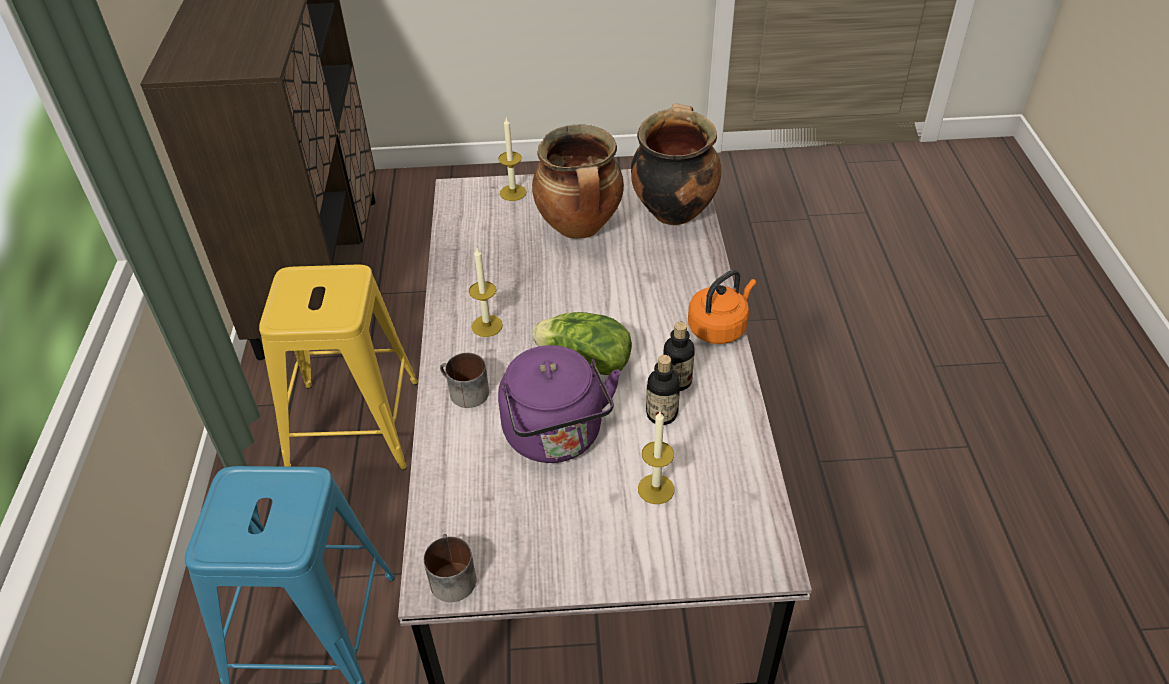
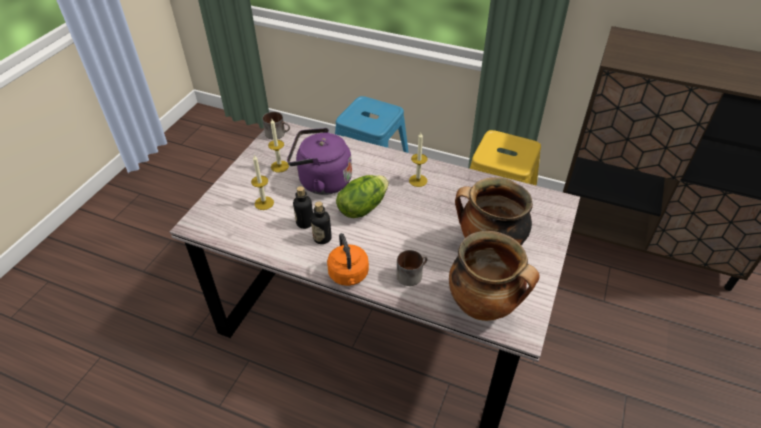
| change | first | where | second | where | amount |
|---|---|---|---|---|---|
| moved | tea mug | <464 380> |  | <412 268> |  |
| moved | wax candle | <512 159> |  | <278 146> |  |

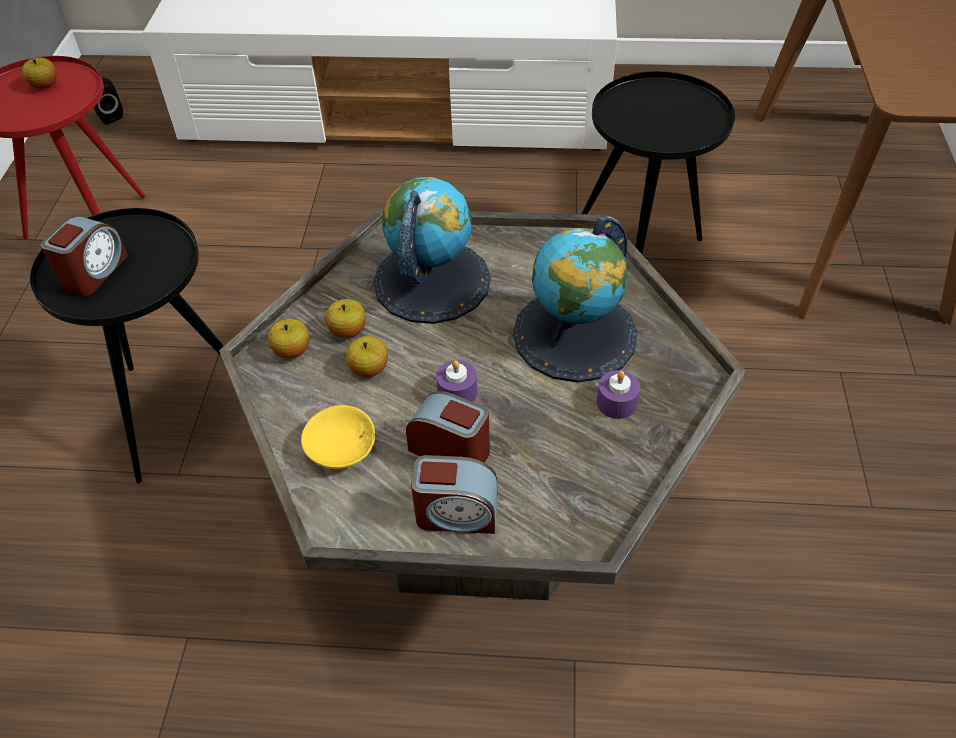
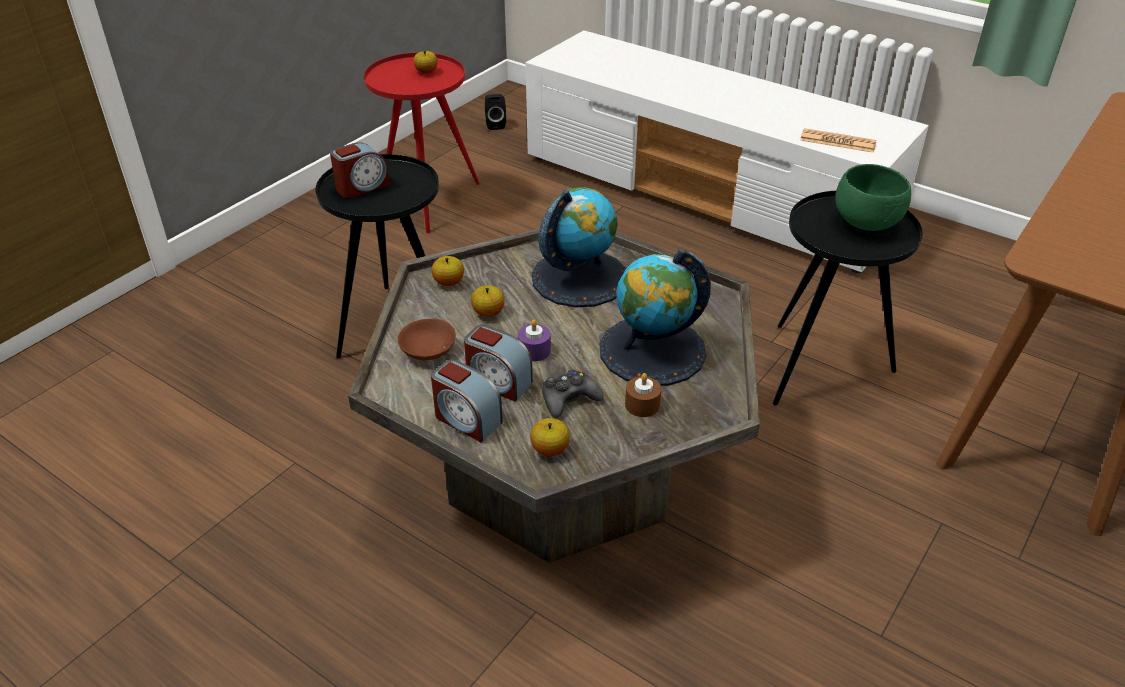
| change | first | where | second | where | amount |
|---|---|---|---|---|---|
| recoloured | serving bowl/yellow-coloured | <338 437> | serving bowl/brown | <427 339> |  |
| moved | apple fruit | <345 318> |  | <550 437> |  |
| turned | table clock | <448 427> |  | <498 363> | 150 degrees clockwise |
| recoloured | wax candle/purplish | <618 394> | wax candle/brown | <643 395> |  |
| added |  |  | joypad/black | <573 393> |  |
| added |  |  | newspaper | <838 140> |  |
| added |  |  | serving bowl/greenish | <873 197> |  |

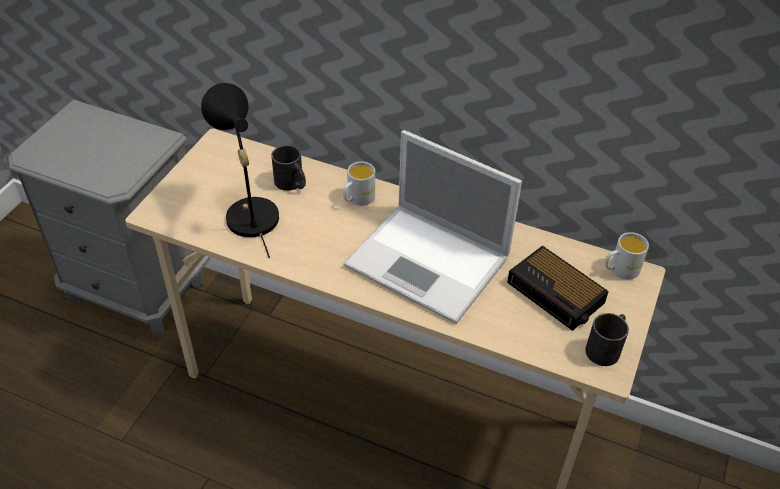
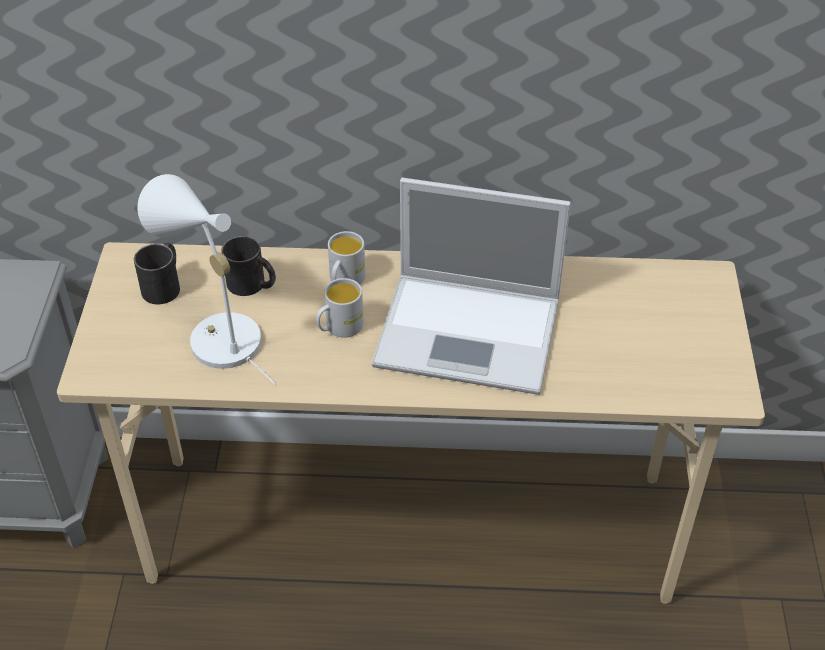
| change | first | where | second | where | amount |
|---|---|---|---|---|---|
| recoloured | lamp for a table/black | <240 170> | lamp for a table/whitish | <206 279> |  |
| removed | table clock | <558 288> |  |  |  |
| moved | tea mug/black | <607 339> |  | <157 274> |  |
| moved | tea mug/whitish | <627 255> |  | <340 308> |  |

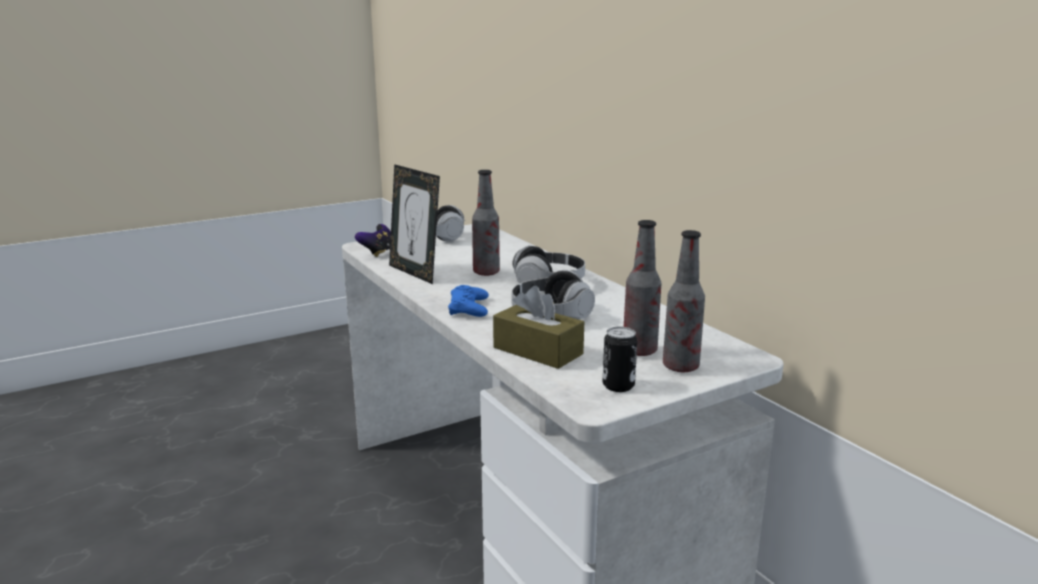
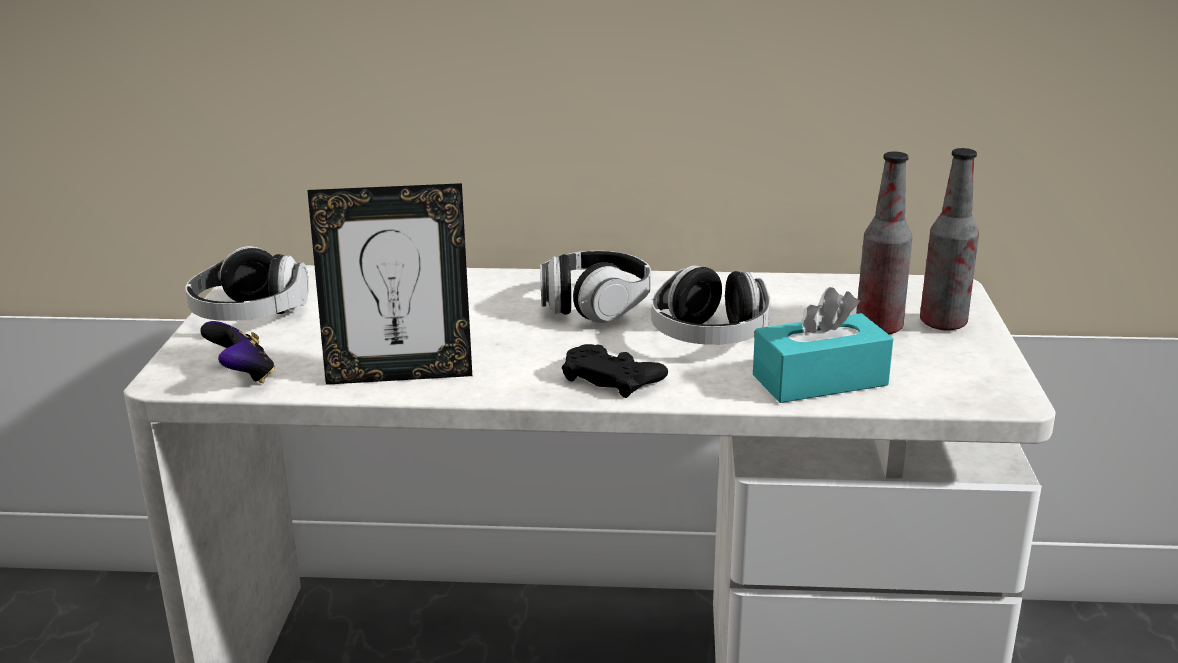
| change | first | where | second | where | amount |
|---|---|---|---|---|---|
| recoloured | joypad/blue-coloured | <468 301> | joypad/black | <615 371> |  |
| removed | bottle | <486 223> |  |  |  |
| recoloured | tissue holder/brown | <538 327> | tissue holder/turquoise | <823 345> |  |
| removed | can | <620 359> |  |  |  |

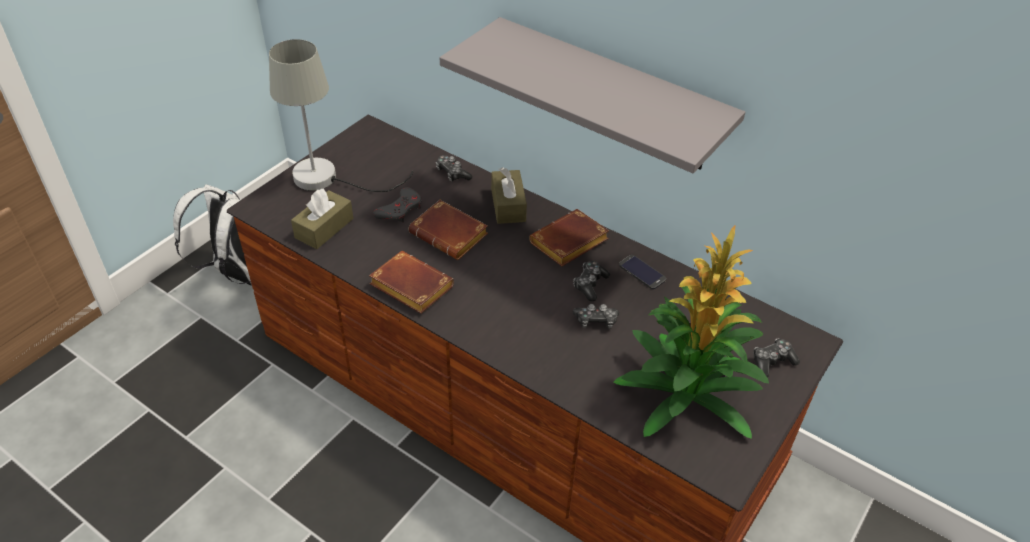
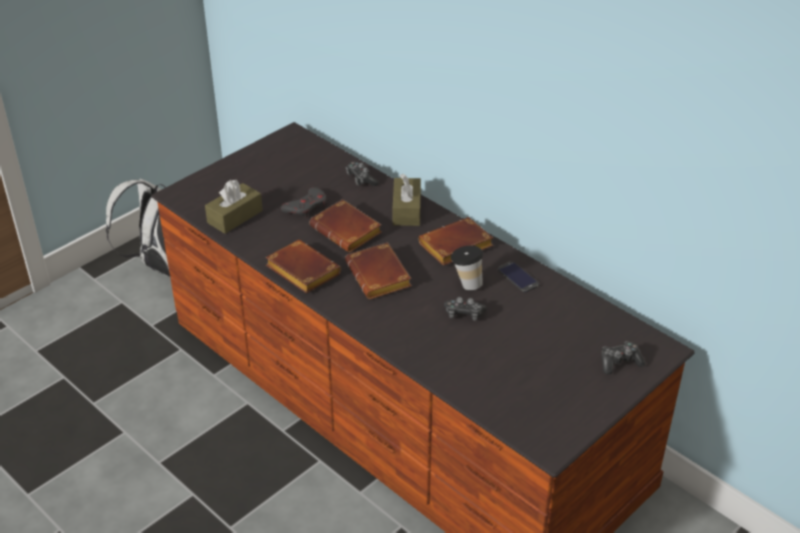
| change | first | where | second | where | amount |
|---|---|---|---|---|---|
| removed | lamp for a table/gray | <341 115> |  |  |  |
| removed | wall shelf/gray | <592 95> |  |  |  |
| replaced | joypad | <591 281> | small cup | <467 267> |  |
| removed | plant in a pot | <691 332> |  |  |  |
| added |  |  | bound book/brown | <378 270> |  |

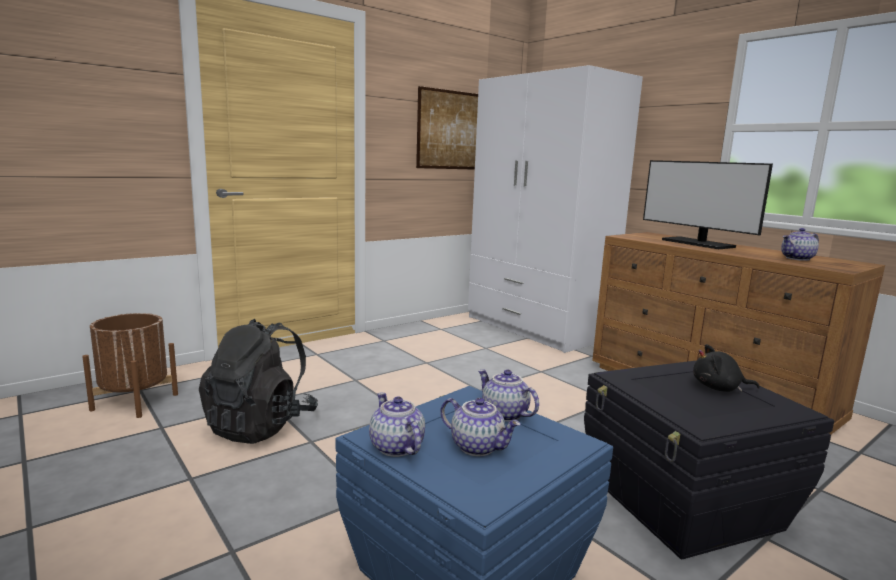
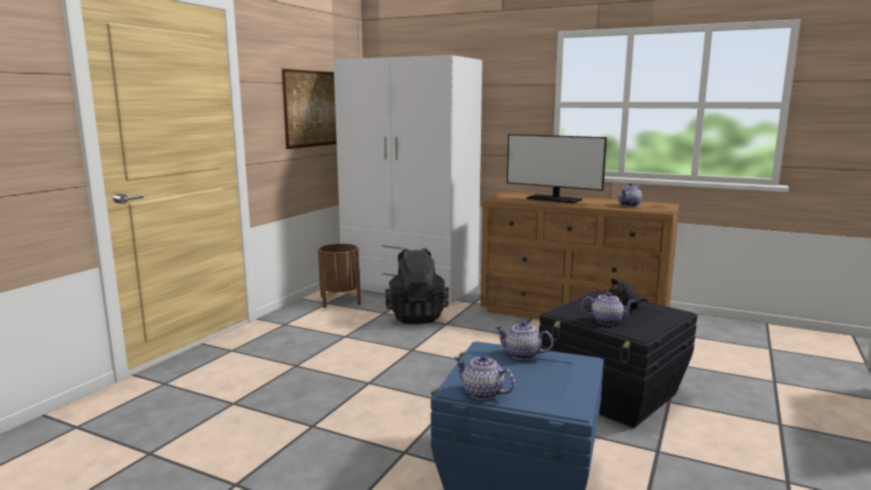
| change | first | where | second | where | amount |
|---|---|---|---|---|---|
| moved | plant pot/brown | <130 365> |  | <339 275> |  |
| moved | knapsack/black | <258 381> |  | <417 286> |  |
| moved | teapot | <480 427> |  | <608 308> |  |

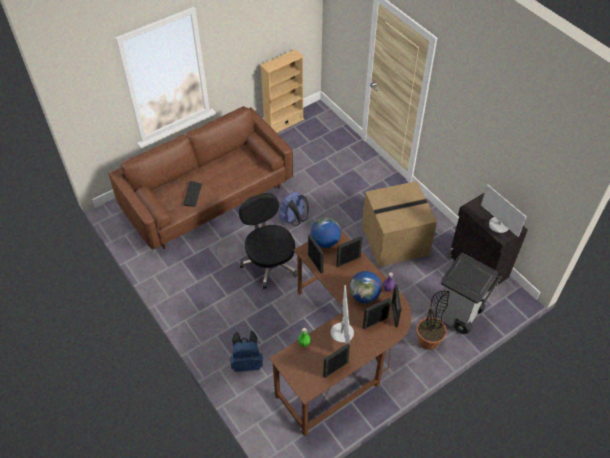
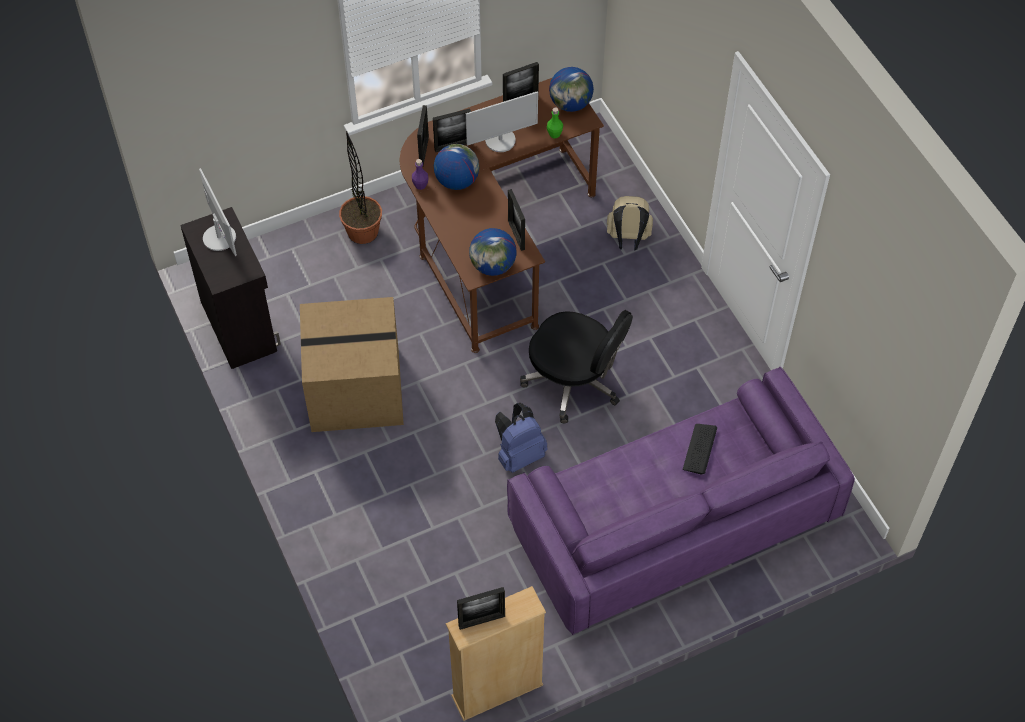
| change | first | where | second | where | amount |
|---|---|---|---|---|---|
| recoloured | settee/brown | <200 178> | settee/purplish | <681 501> |  |
| recoloured | knapsack/blue-coloured | <246 351> | knapsack/sand-coloured | <630 223> |  |
| turned | desk chair/black | <268 241> |  | <576 366> | 45 degrees counterclockwise |
| turned | monitor | <342 314> |  | <502 121> | 120 degrees counterclockwise |
| moved | standing frame | <349 251> |  | <481 608> |  |
| removed | waste bin/gray | <470 293> |  |  |  |
| added |  |  | desk globe | <571 89> |  |

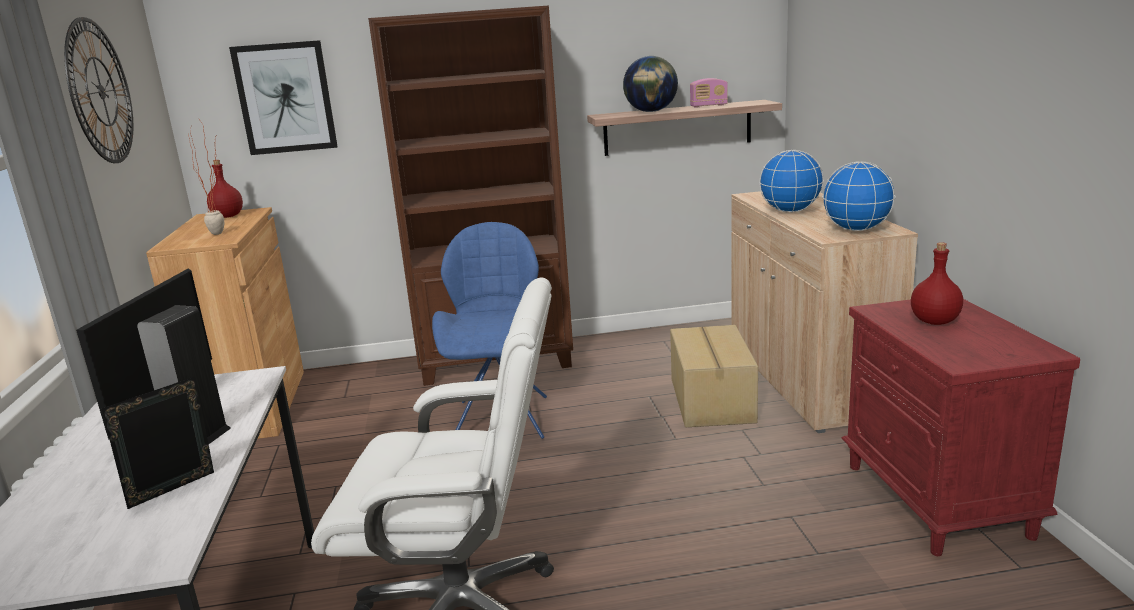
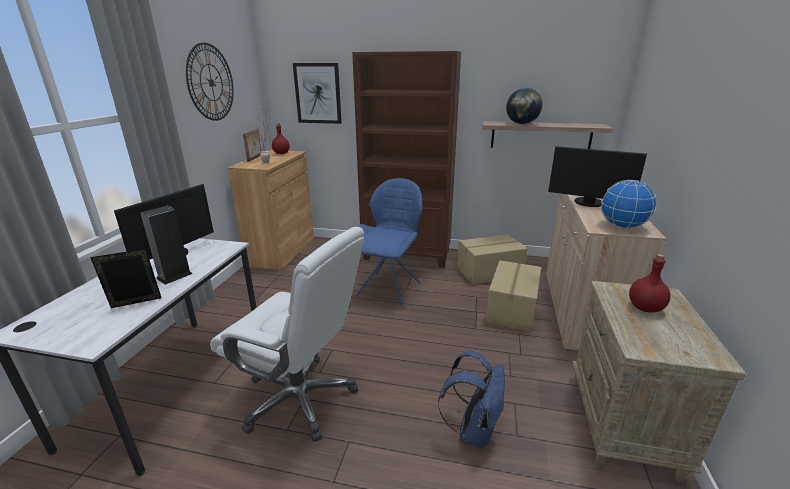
| change | first | where | second | where | amount |
|---|---|---|---|---|---|
| removed | radio | <709 93> |  |  |  |
| replaced | desk globe | <791 181> | monitor | <597 176> |  |
| recoloured | bedside table/reddish | <960 427> | bedside table/sand-coloured | <659 382> |  |
| added |  |  | standing frame | <252 145> |  |
| added |  |  | knapsack/blue-coloured | <471 399> |  |
| added |  |  | packing box | <492 259> |  |

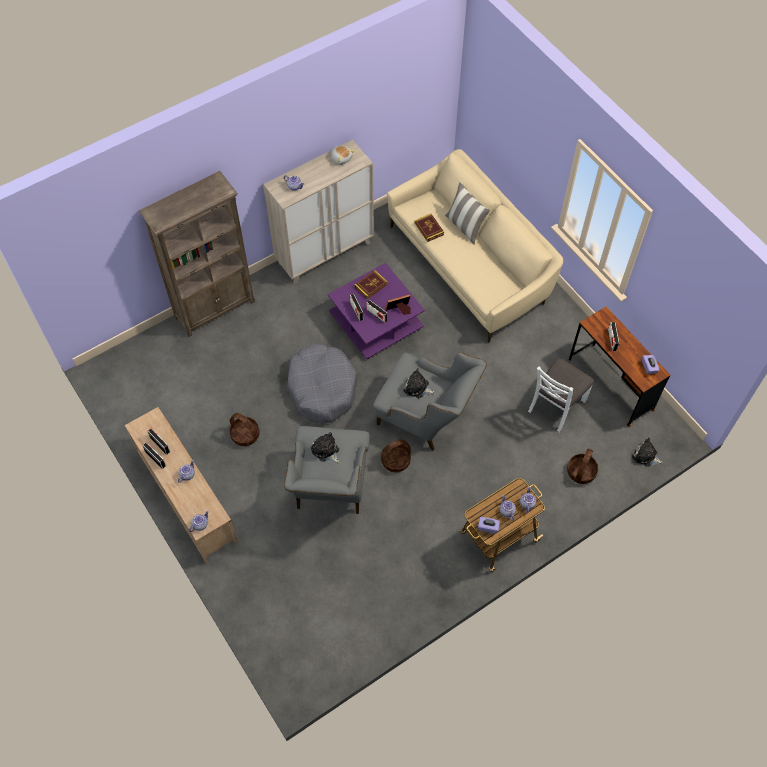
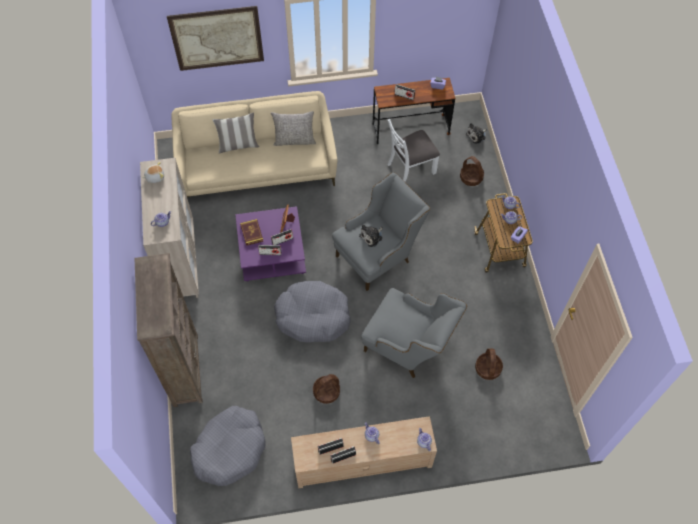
| change | first | where | second | where | amount |
|---|---|---|---|---|---|
| removed | soft toy | <325 447> |  |  |  |
| moved | household basket | <396 455> |  | <489 364> |  |
| removed | bound book | <429 228> |  |  |  |
| turned | chair/whitish | <561 395> |  | <413 150> | 90 degrees clockwise |
| added |  |  | picture | <215 38> |  |
| added |  |  | dog bed/gray | <228 446> |  |
| added |  |  | pillow/gray | <293 128> |  |

